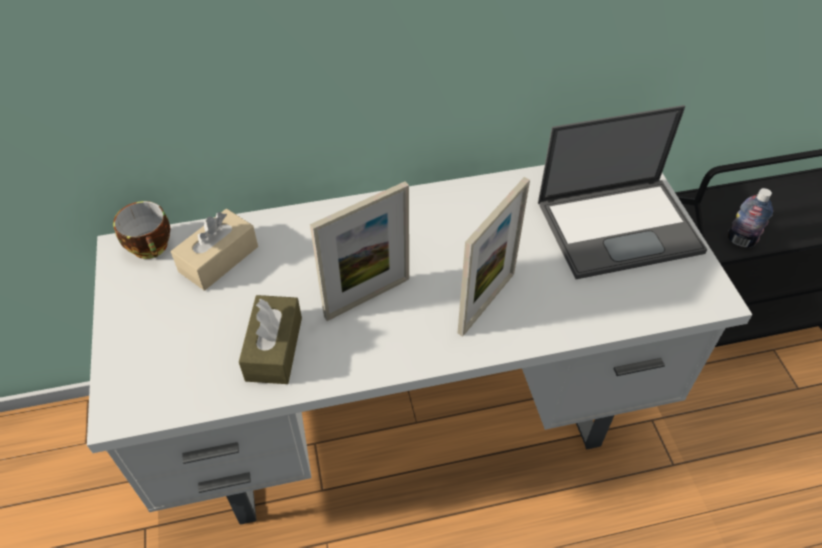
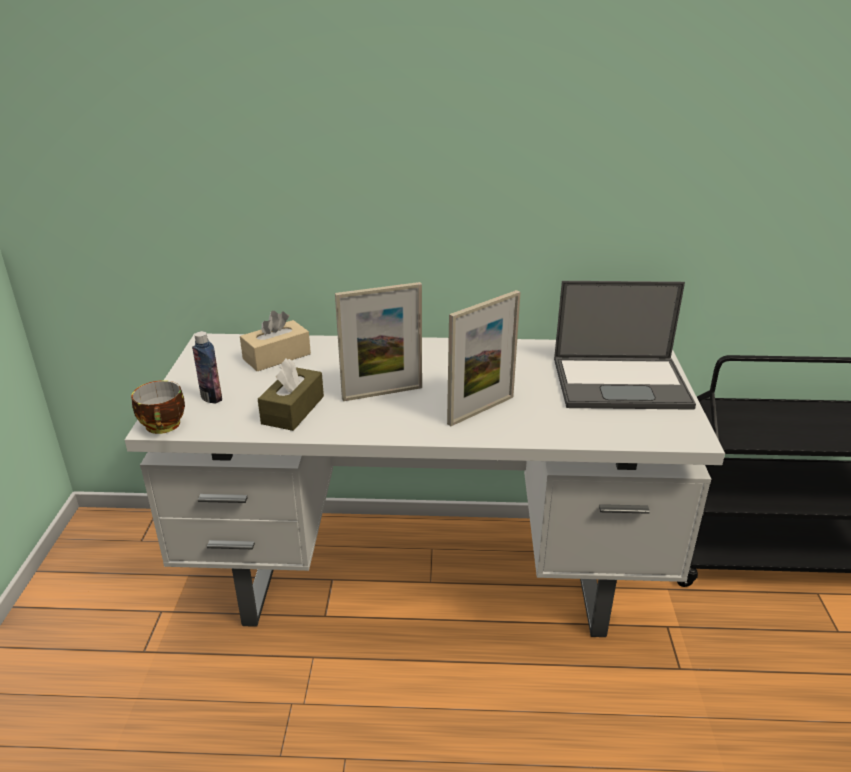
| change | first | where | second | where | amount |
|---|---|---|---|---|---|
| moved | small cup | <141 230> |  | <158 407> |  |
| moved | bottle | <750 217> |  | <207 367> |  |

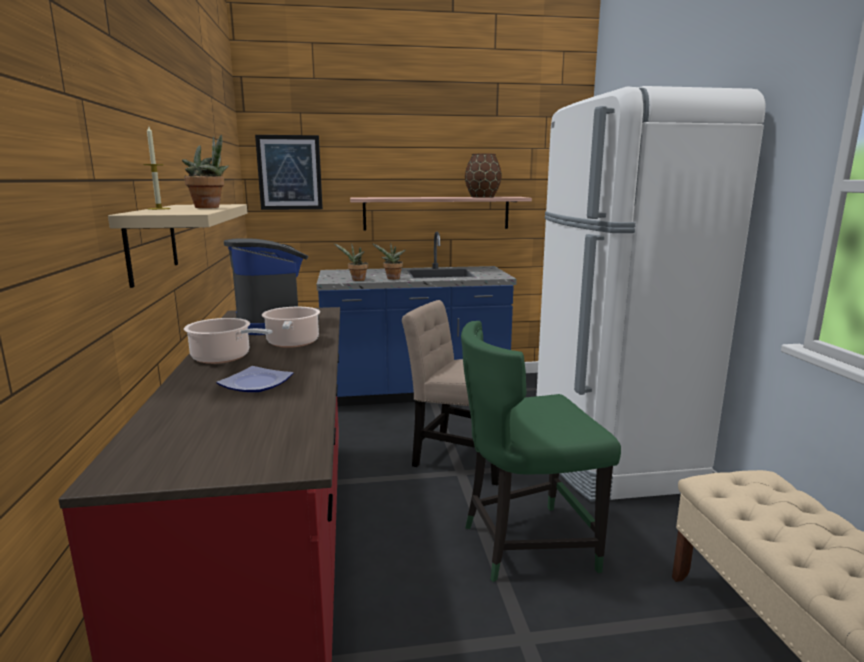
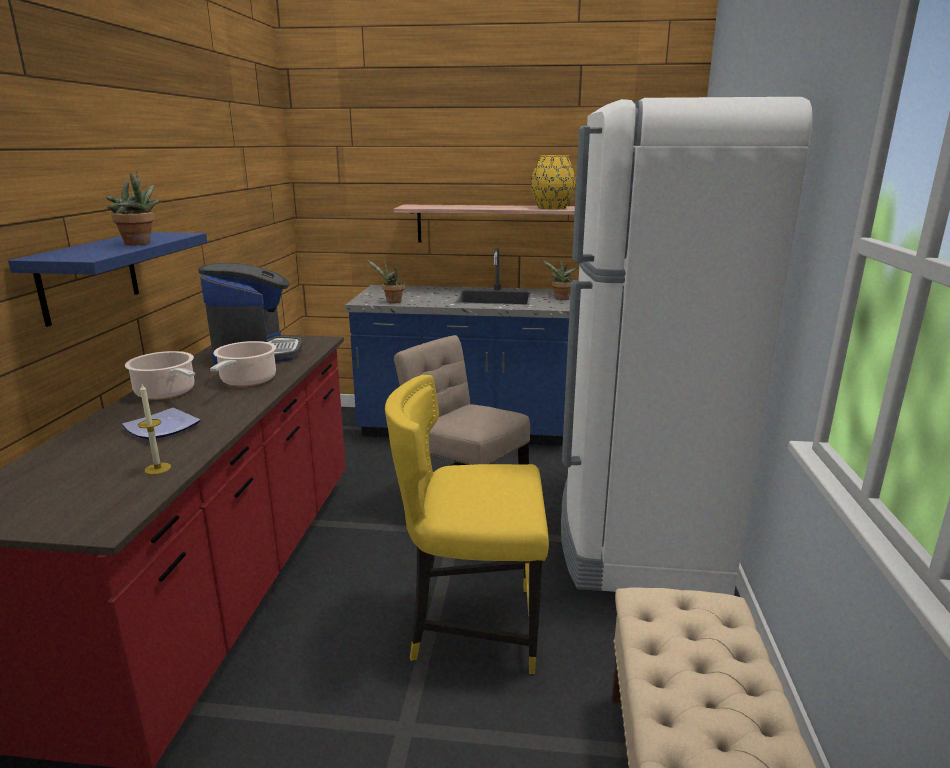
| change | first | where | second | where | amount |
|---|---|---|---|---|---|
| recoloured | wall shelf/sand-coloured | <177 246> | wall shelf/blue-coloured | <107 279> |  |
| moved | wax candle | <157 167> |  | <154 429> |  |
| removed | picture | <289 172> |  |  |  |
| moved | plant in a pot | <389 261> |  | <558 279> |  |
| recoloured | chair/greenish | <541 451> | chair/yellow-coloured | <467 524> |  |
| recoloured | decorative vase/brown | <483 176> | decorative vase/yellow-coloured | <553 182> |  |

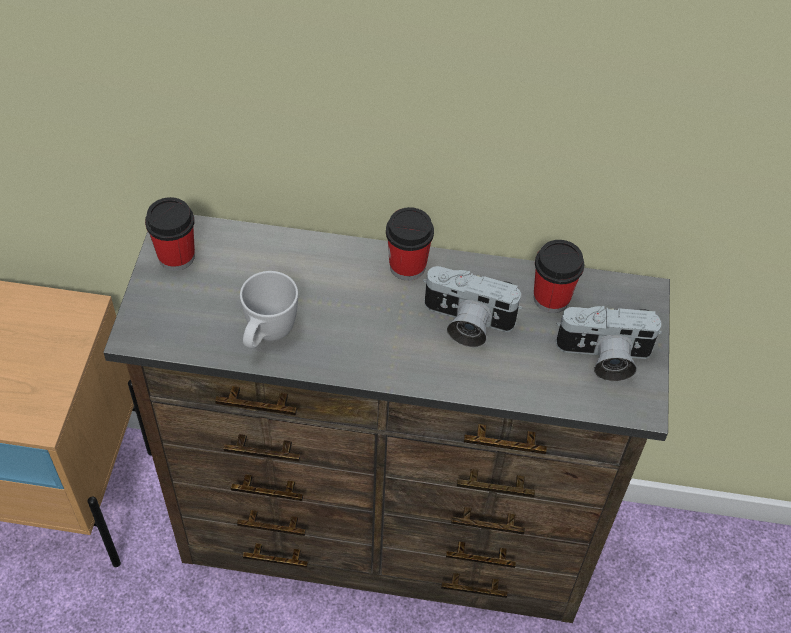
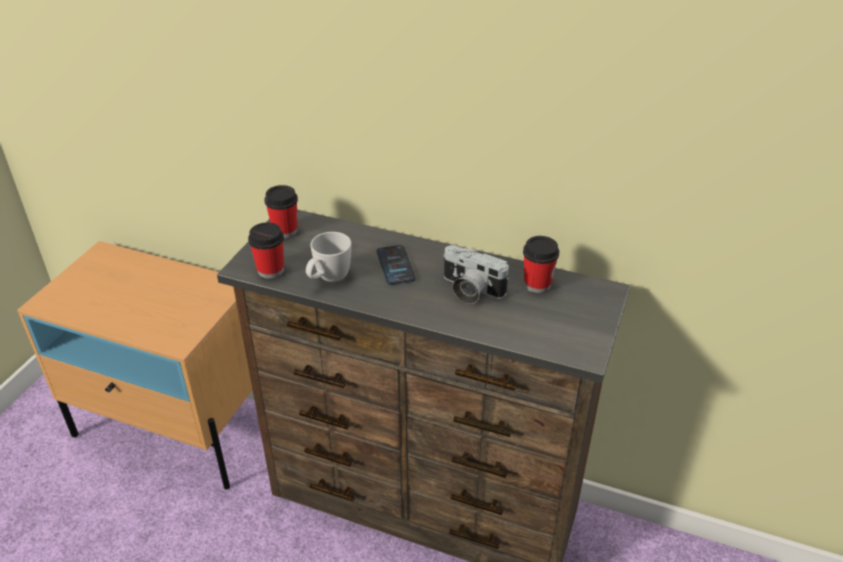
| change | first | where | second | where | amount |
|---|---|---|---|---|---|
| moved | small cup | <410 244> |  | <266 250> |  |
| removed | photo camera | <609 343> |  |  |  |
| added |  |  | handset | <396 265> |  |

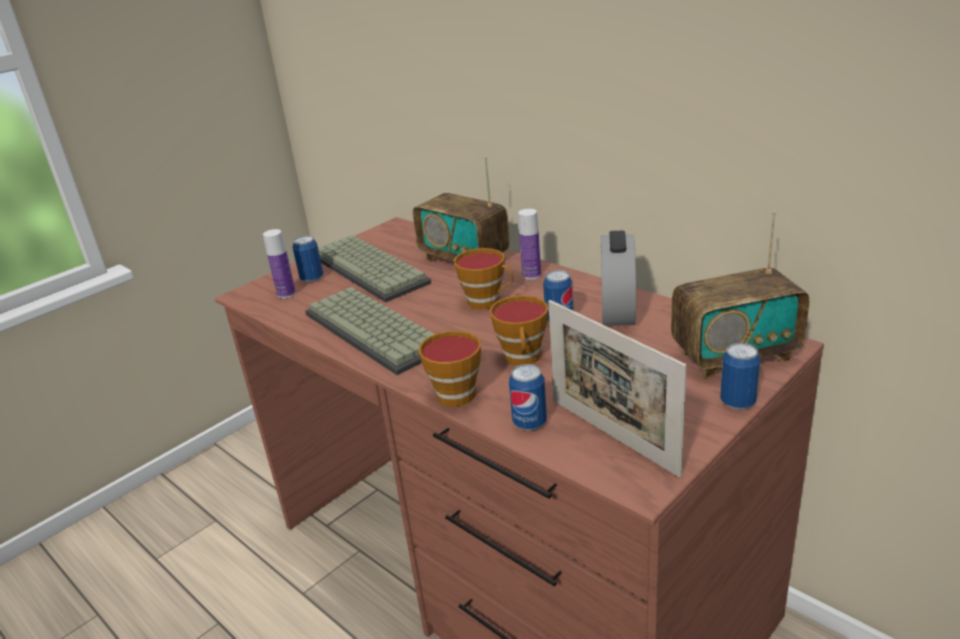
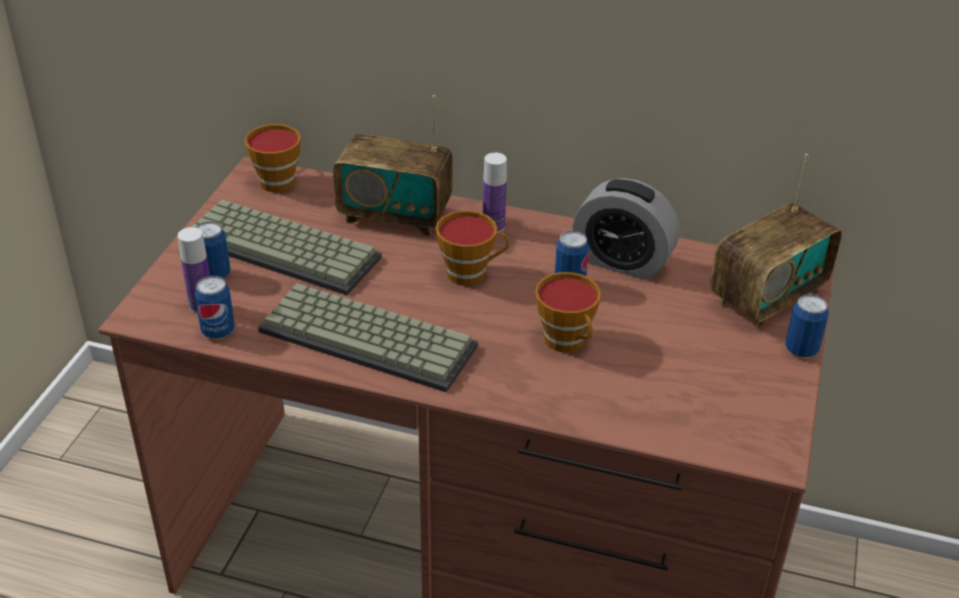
| change | first | where | second | where | amount |
|---|---|---|---|---|---|
| moved | small cup | <450 368> |  | <273 158> |  |
| moved | can | <528 397> |  | <214 307> |  |
| removed | standing frame | <617 388> |  |  |  |
| turned | table clock | <618 278> |  | <625 229> | 45 degrees counterclockwise |

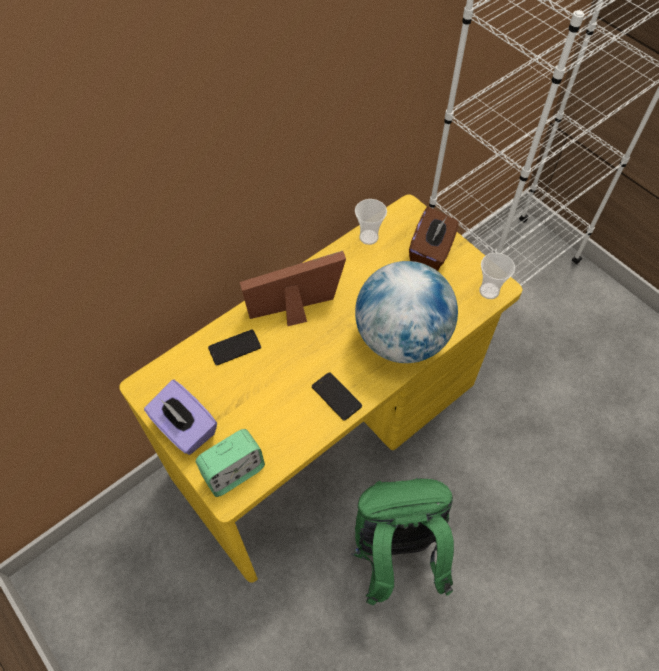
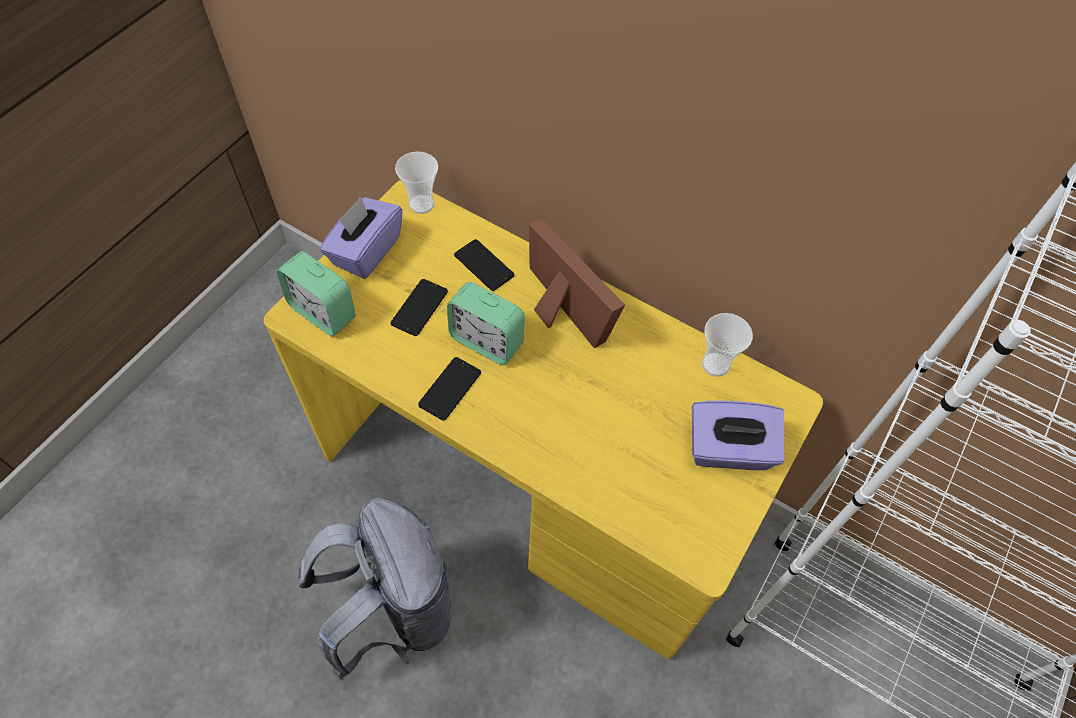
| change | first | where | second | where | amount |
|---|---|---|---|---|---|
| recoloured | knapsack/greenish | <402 541> | knapsack/gray | <376 589> |  |
| removed | desk globe | <406 312> |  |  |  |
| recoloured | tissue holder/brown | <434 239> | tissue holder/purplish | <738 435> |  |
| moved | small cup | <497 276> |  | <416 183> |  |
| added |  |  | handset | <419 307> |  |
| added |  |  | table clock | <486 323> |  |

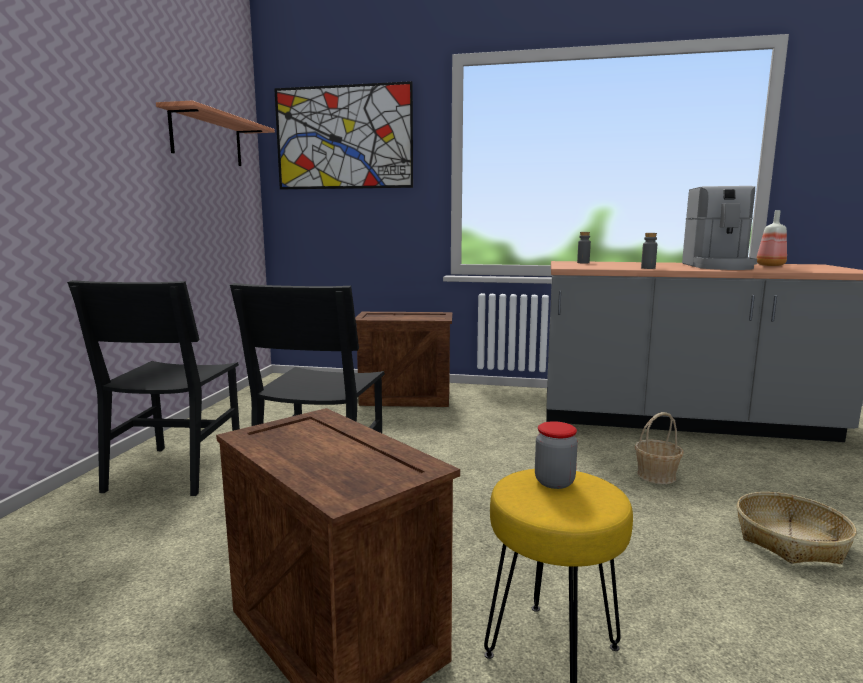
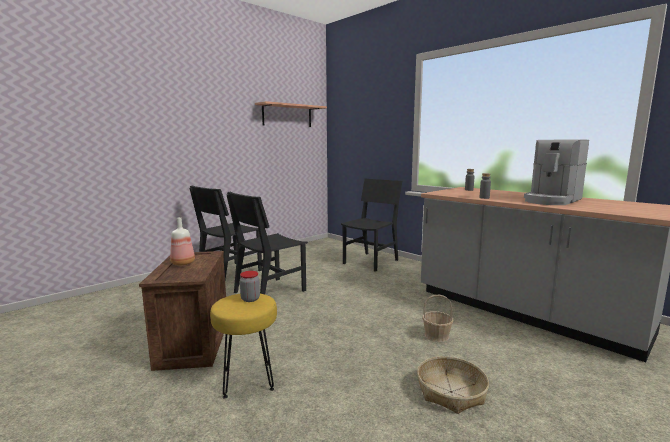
| change | first | where | second | where | amount |
|---|---|---|---|---|---|
| removed | picture | <343 135> |  |  |  |
| replaced | shipping crate | <403 359> | chair/black | <371 225> |  |
| moved | bottle | <771 238> |  | <182 241> |  |

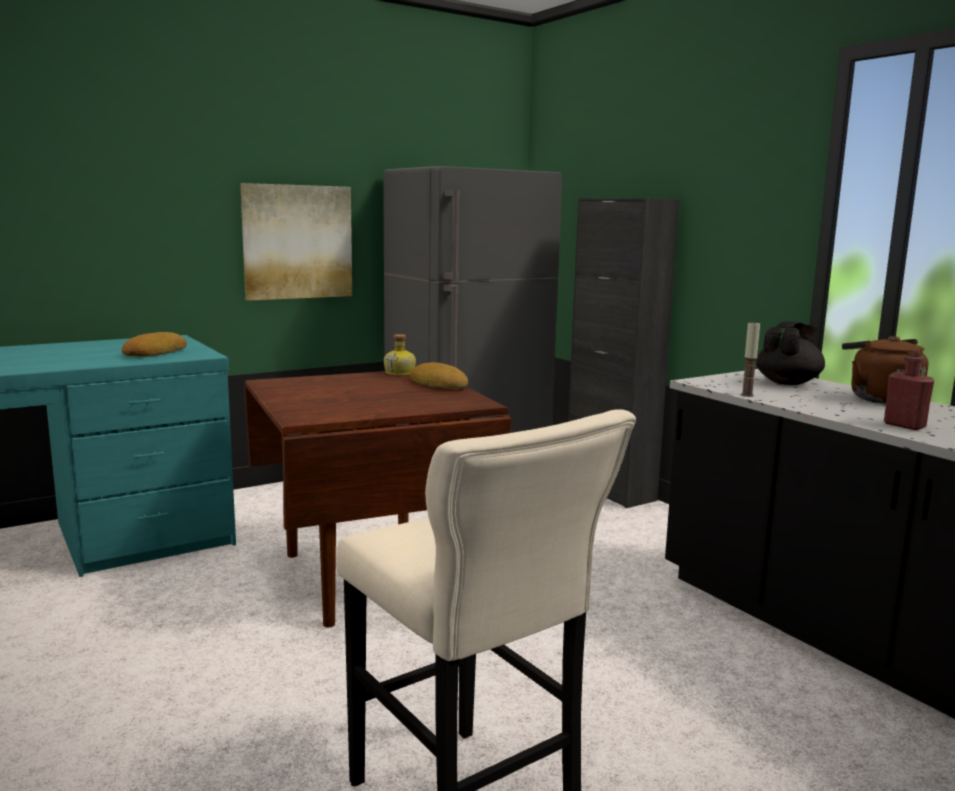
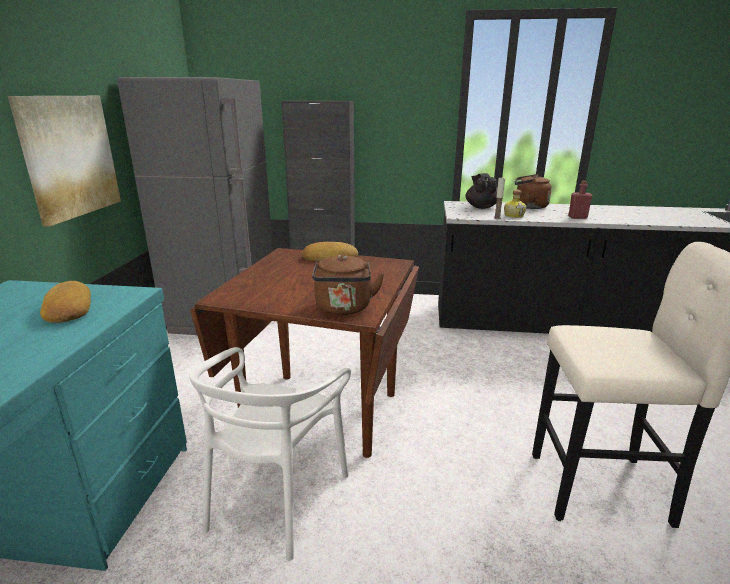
| change | first | where | second | where | amount |
|---|---|---|---|---|---|
| moved | bottle | <400 354> |  | <515 204> |  |
| added |  |  | chair/whitish | <270 454> |  |
| added |  |  | tea kettle/brown | <348 284> |  |

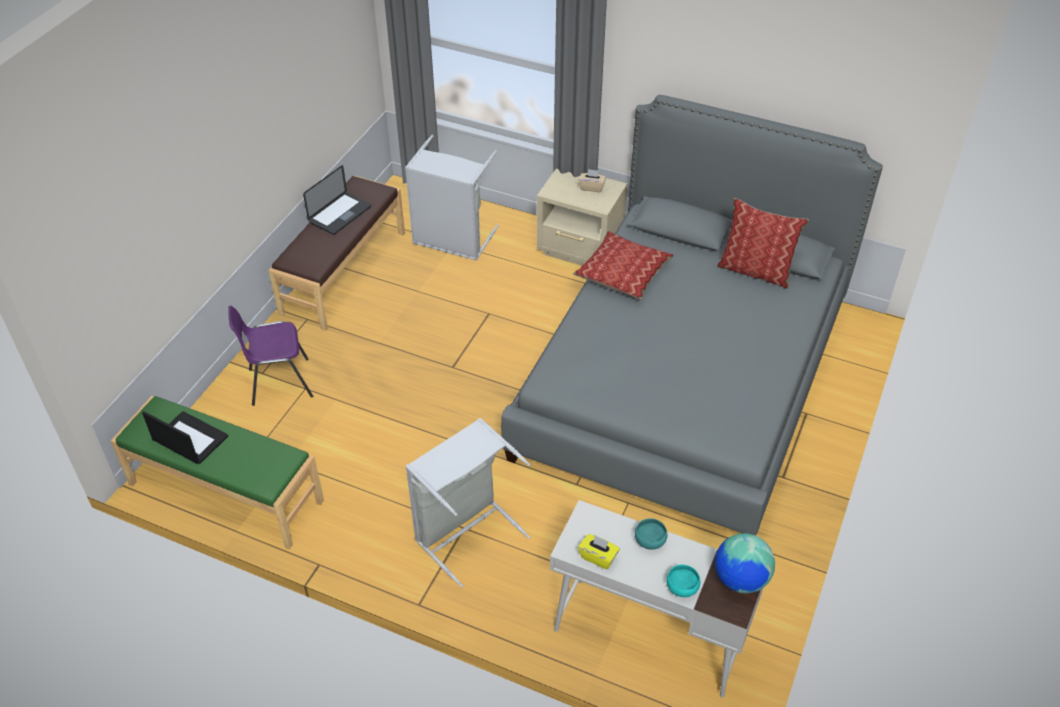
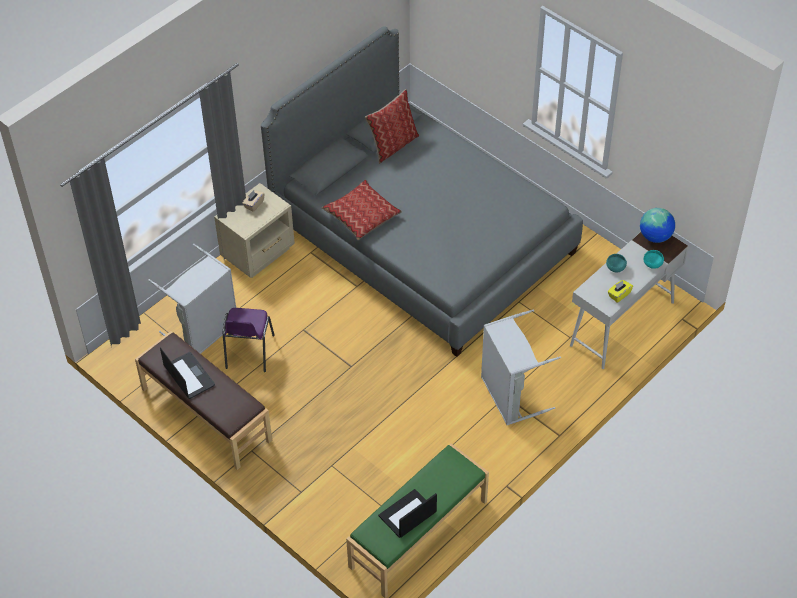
| change | first | where | second | where | amount |
|---|---|---|---|---|---|
| moved | chair/purplish | <270 356> |  | <249 340> |  |

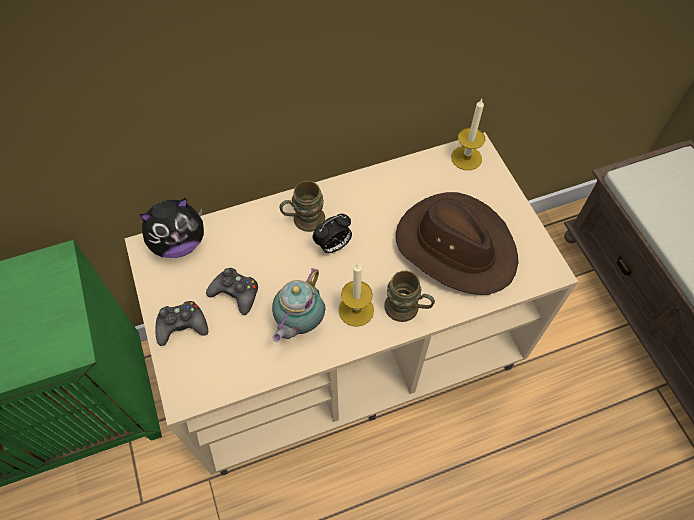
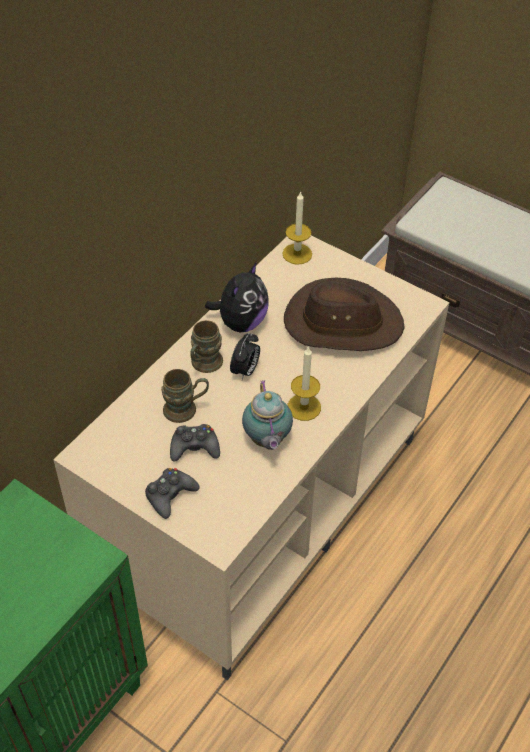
| change | first | where | second | where | amount |
|---|---|---|---|---|---|
| moved | soft toy | <171 228> |  | <237 297> |  |
| moved | tea mug/brown | <409 296> |  | <185 396> |  |

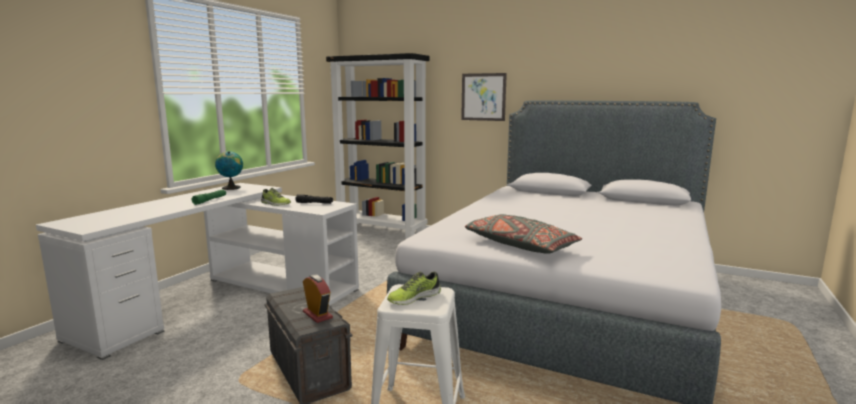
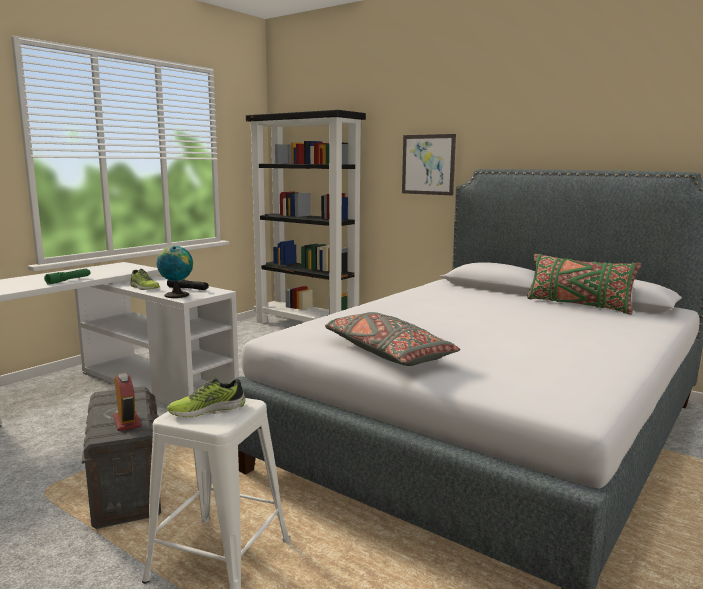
| change | first | where | second | where | amount |
|---|---|---|---|---|---|
| moved | desk globe | <229 170> |  | <174 272> |  |
| added |  |  | pillow/greenish | <584 284> |  |

